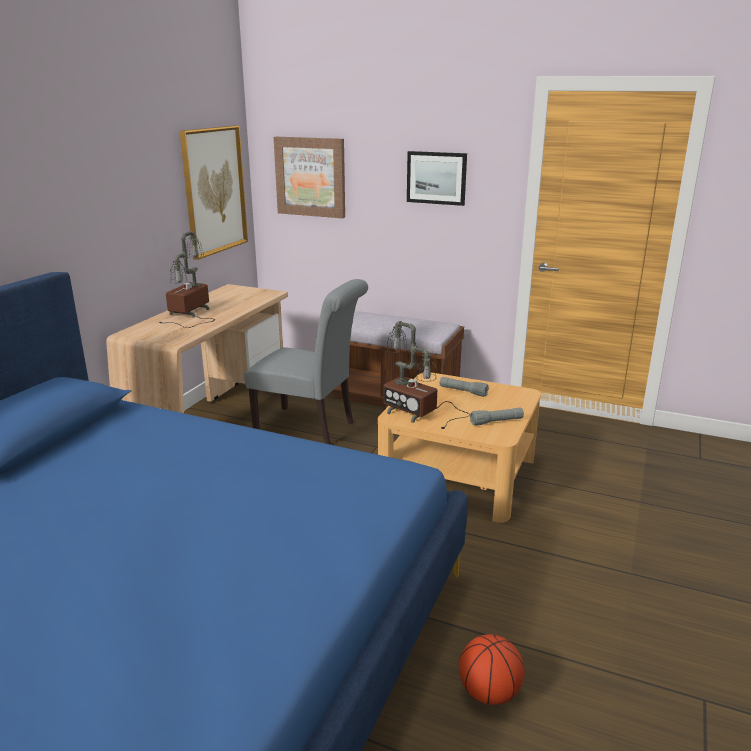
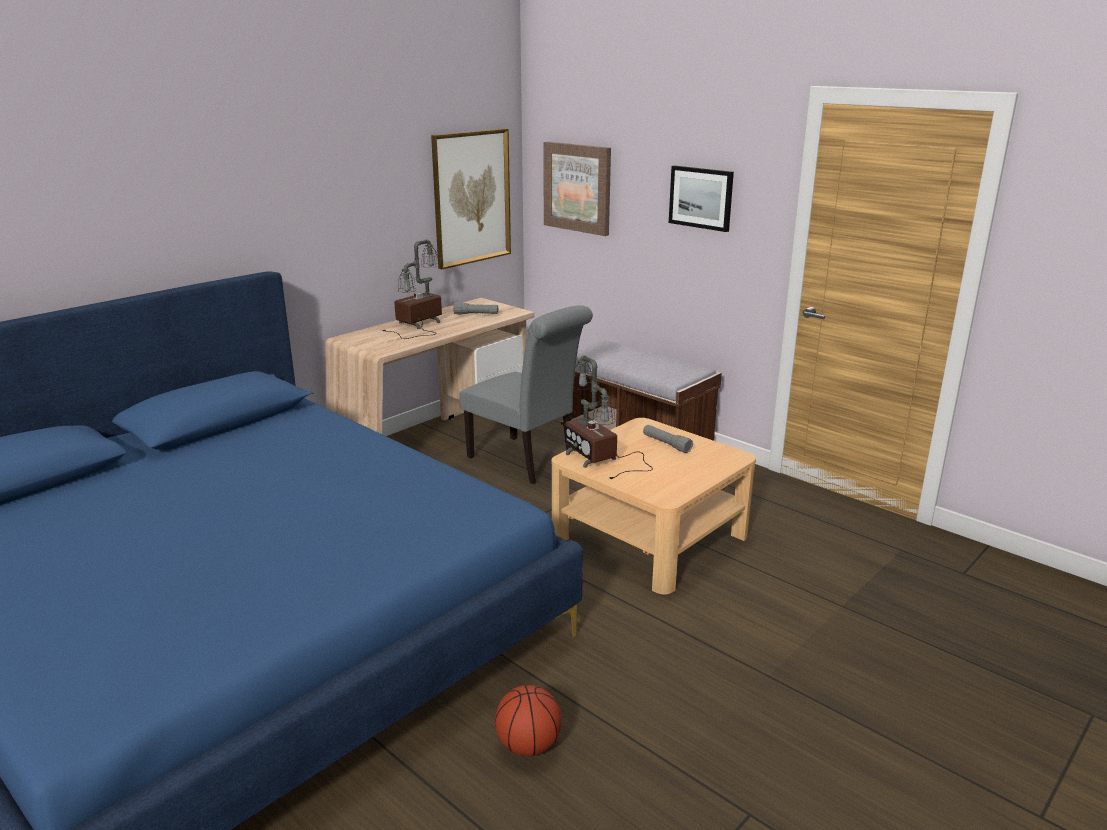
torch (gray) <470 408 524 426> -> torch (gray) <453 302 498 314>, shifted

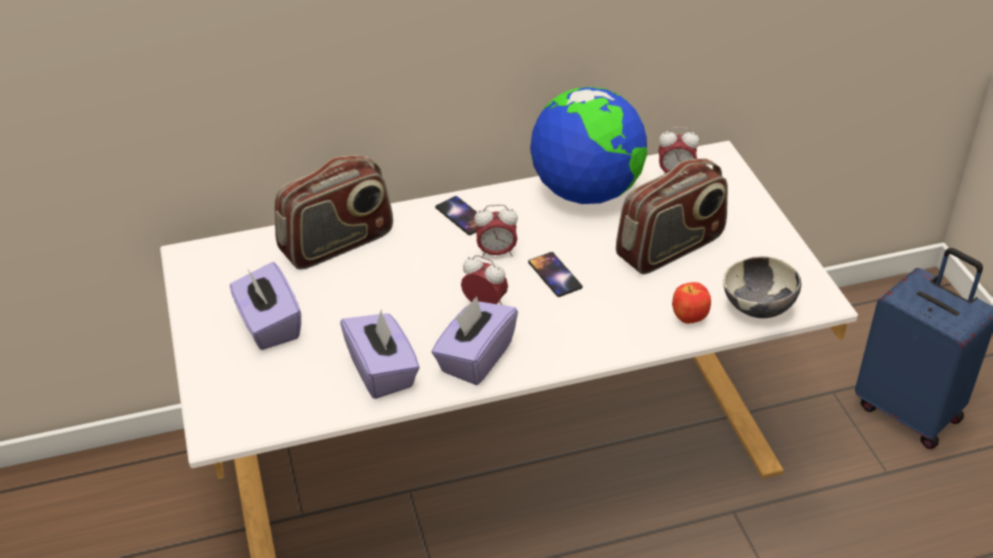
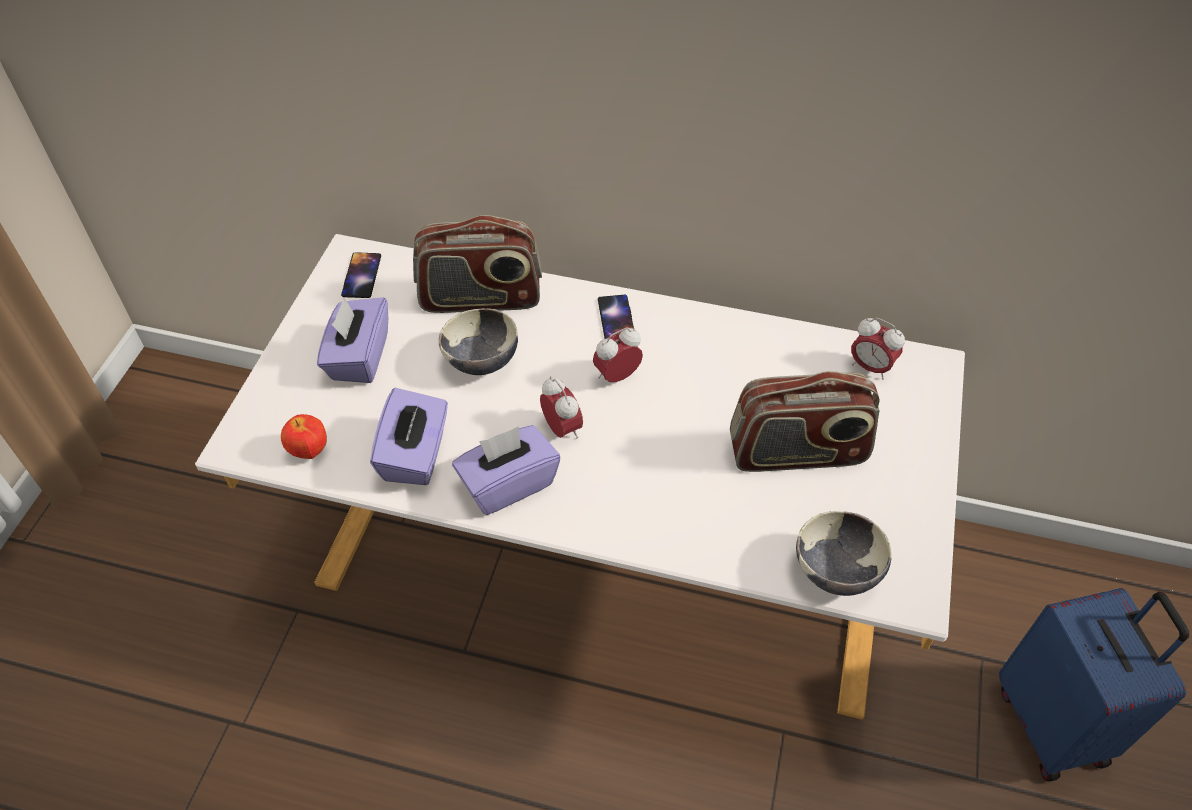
apple <672 282 711 324> -> apple <281 414 327 459>, shifted
phone <528 252 583 297> -> phone <341 252 381 298>, shifted
none -> deep dish <439 308 518 375>
table clock <474 204 518 257> -> table clock <593 328 643 382>, 120 degrees clockwise
world globe <530 87 647 204> -> none

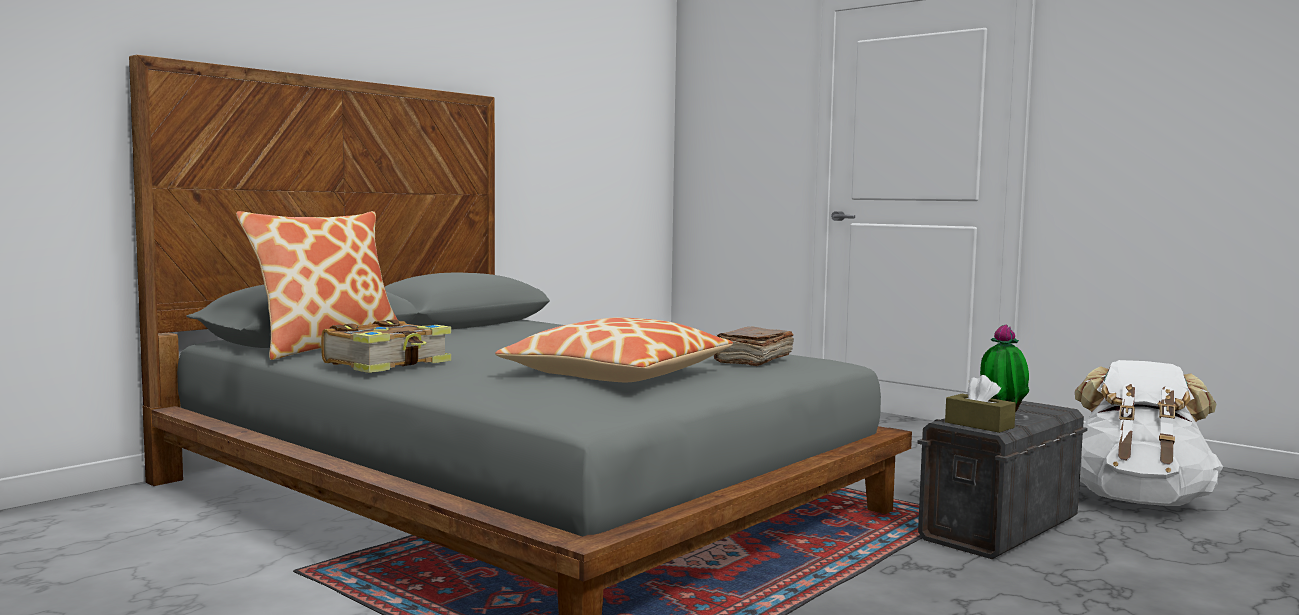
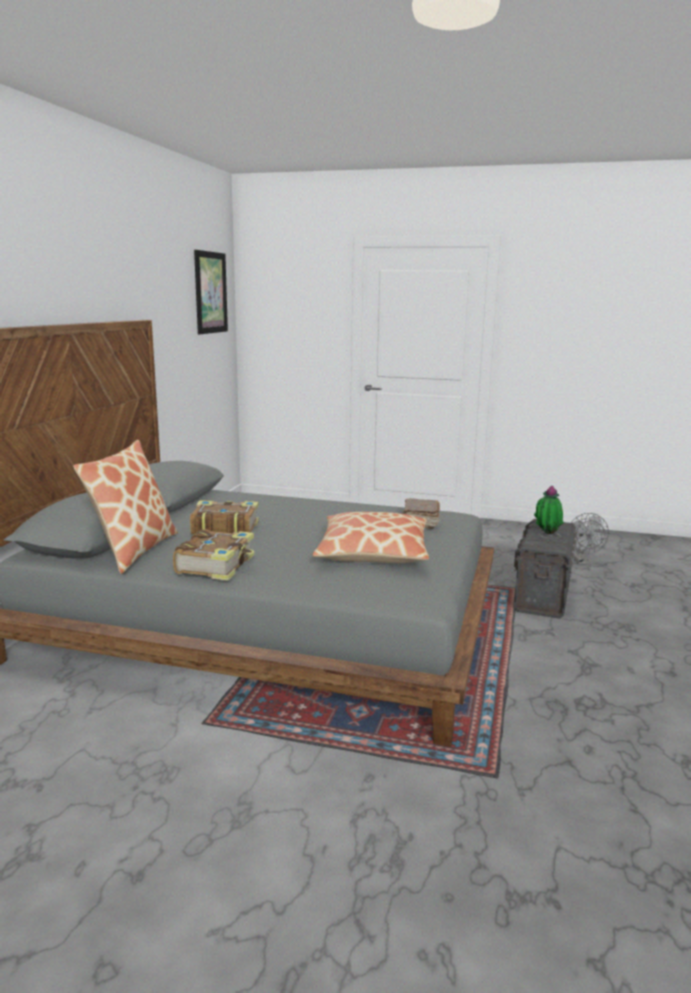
none -> bound book <190 500 259 534>
none -> picture <194 250 228 334>
knapsack (white-coloured) <1075 360 1223 506> -> fan (gray) <571 513 609 565>
box of tissues (brownish) <945 375 1016 433> -> none

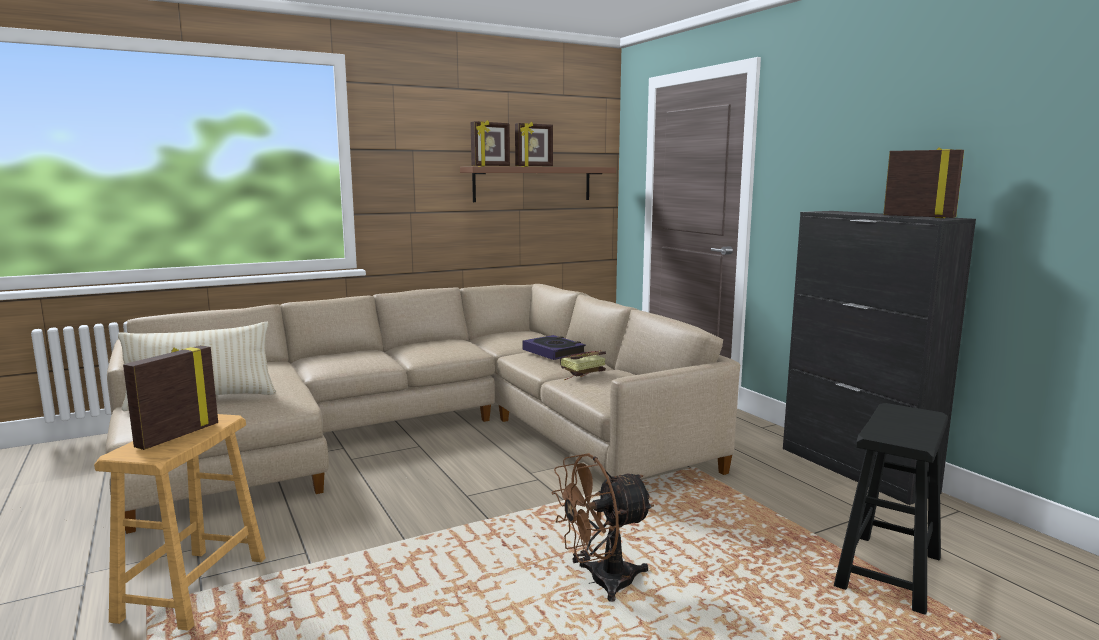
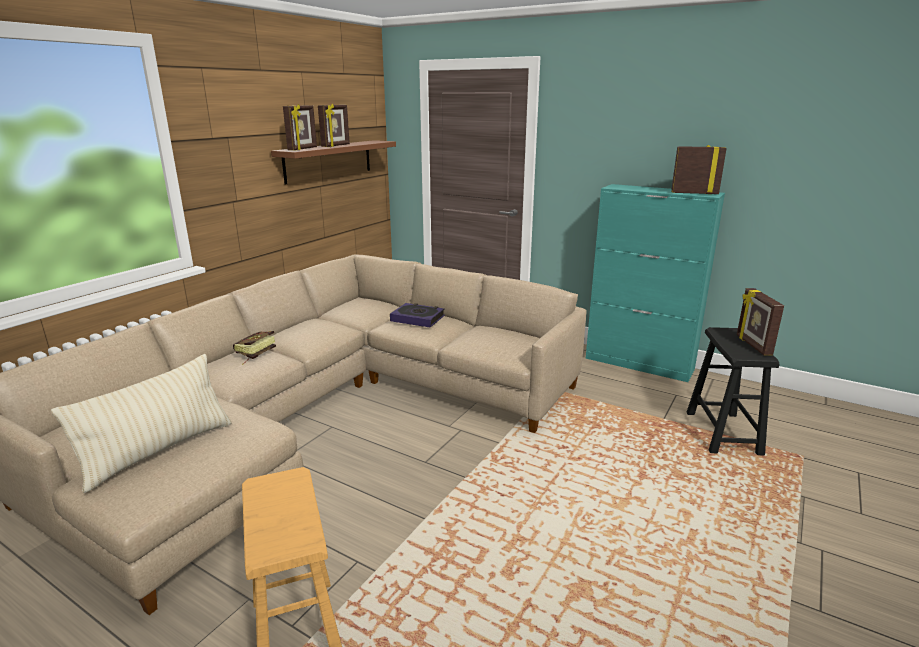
bound book <560 350 606 381> -> bound book <233 331 276 365>, shifted
cabinet (black-coloured) <783 211 976 505> -> cabinet (turquoise) <586 184 725 382>
photo frame <123 345 218 450> -> photo frame <737 288 784 356>, shifted
fan (brownish) <551 453 654 602> -> none

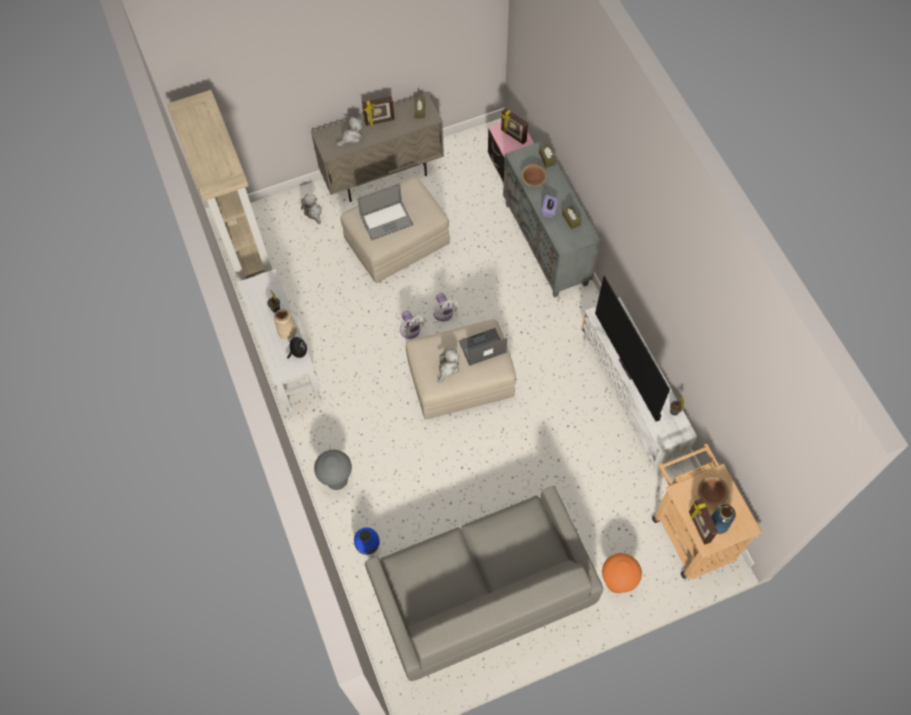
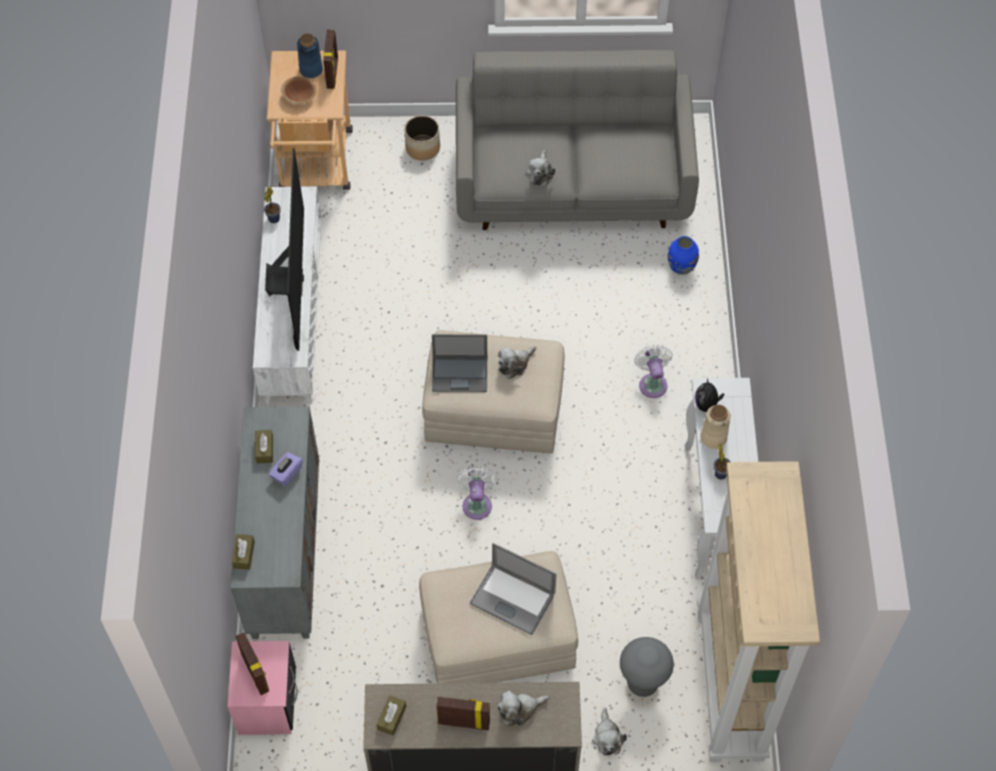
sitting stool (orangey) <602 553 642 593> -> plant pot <405 115 440 160>
laptop <357 183 413 240> -> laptop <470 543 557 635>, 150 degrees counterclockwise
none -> soft toy <526 149 555 186>
sitting stool (gray) <314 450 352 490> -> sitting stool (gray) <620 637 674 697>, shifted
fan (white-coloured) <400 311 426 339> -> fan (white-coloured) <634 345 673 398>, shifted
deep dish (brownish) <521 164 547 187> -> none

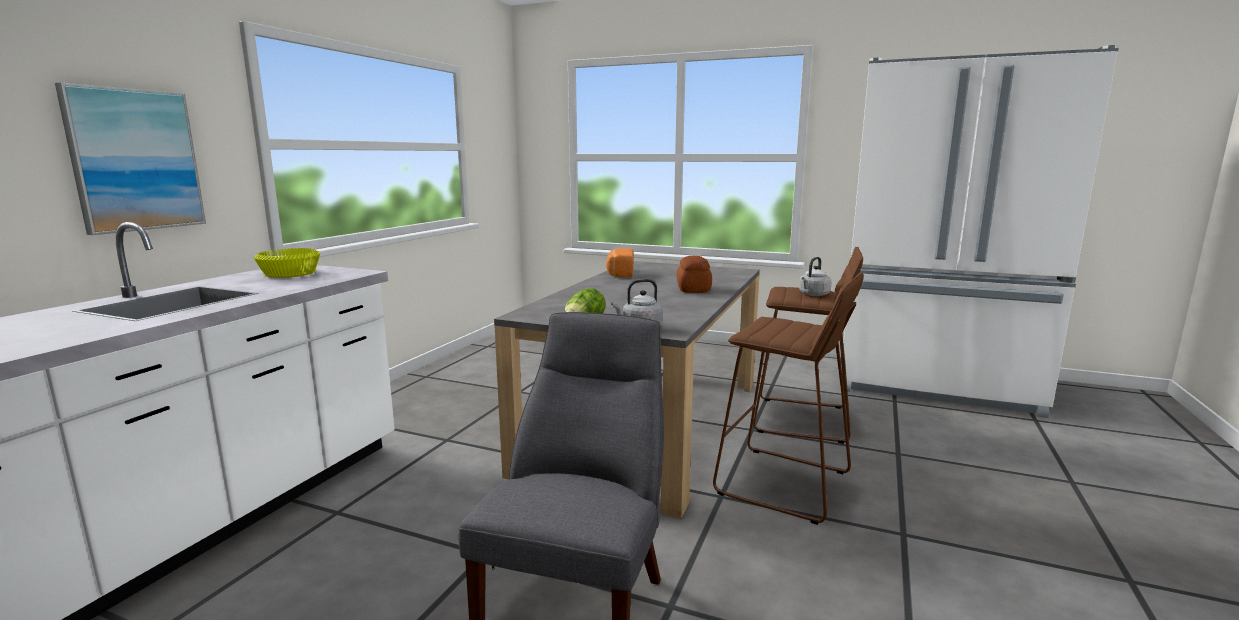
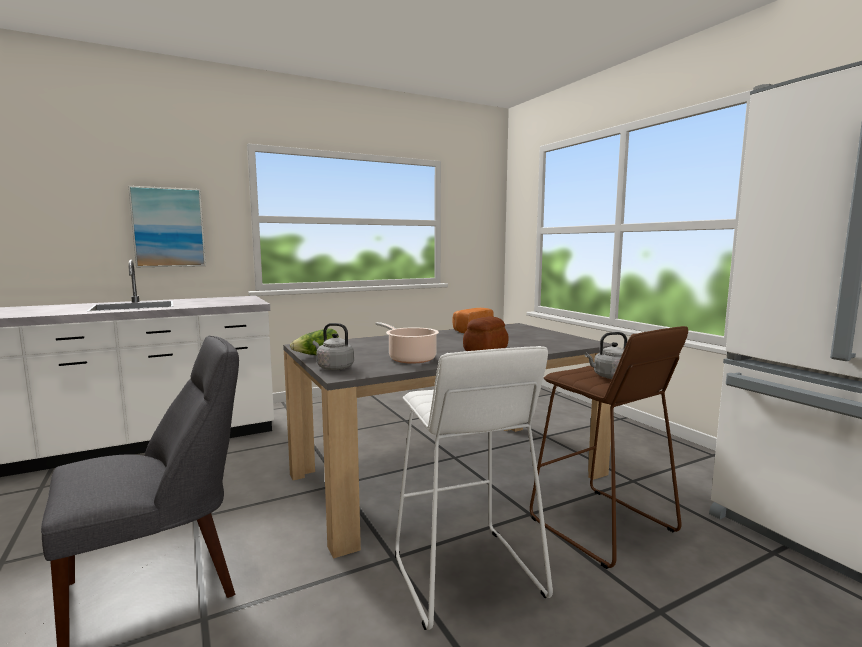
none -> saucepot <375 322 439 364>
sitting stool (brownish) <713 273 864 525> -> sitting stool (white-coloured) <395 346 553 630>
deep dish (yellowish) <254 248 320 278> -> none

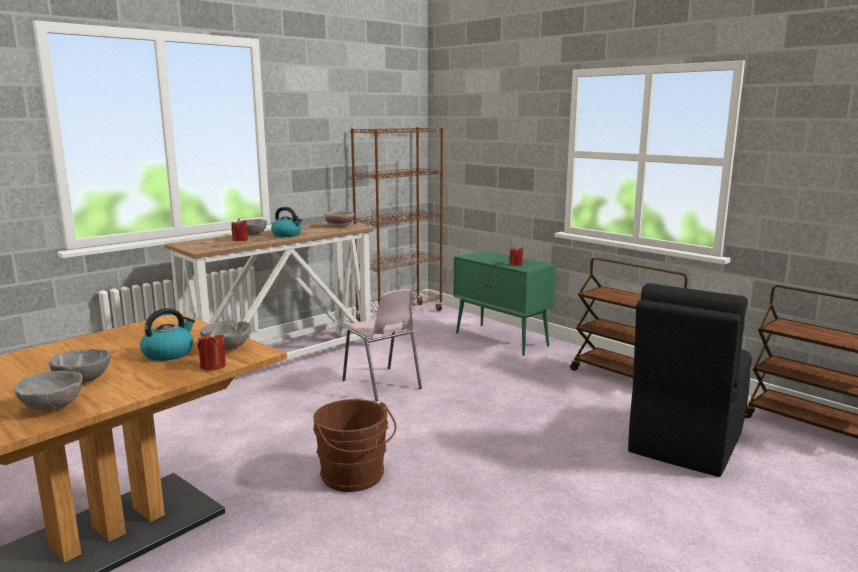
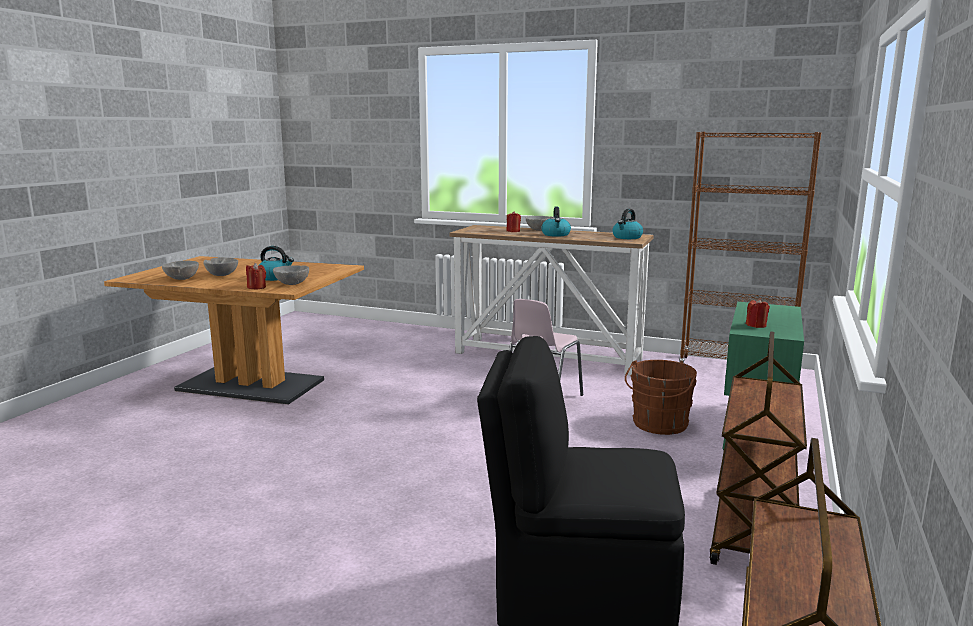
deep dish <324 211 354 227> -> tea kettle <613 209 643 239>
bucket (brownish) <313 399 397 492> -> bucket (brownish) <625 360 697 435>, shifted

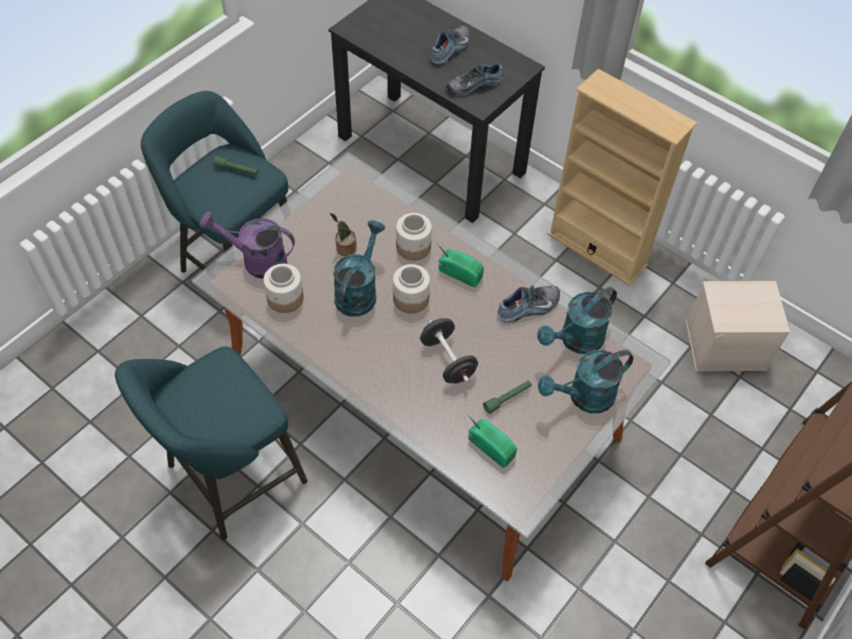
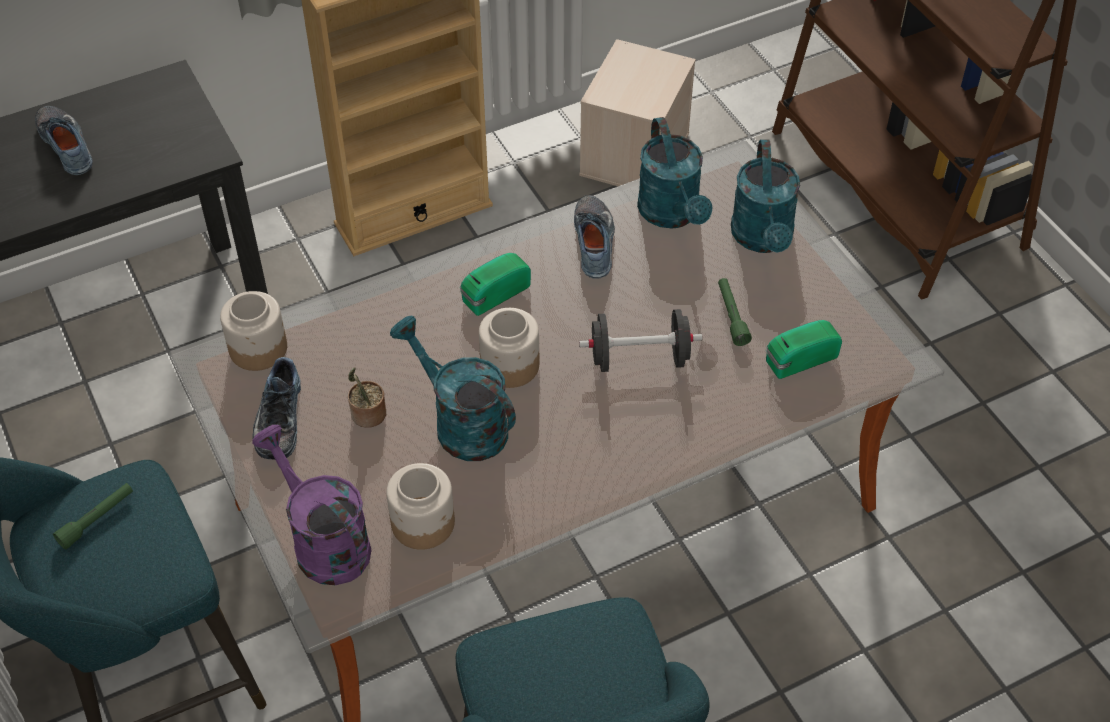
storage jar <396 213 432 261> -> storage jar <220 291 287 371>, shifted
item of footwear <447 63 503 96> -> item of footwear <252 357 301 460>, shifted
watering pot (purple) <199 211 295 279> -> watering pot (purple) <252 425 371 585>, 105 degrees clockwise

